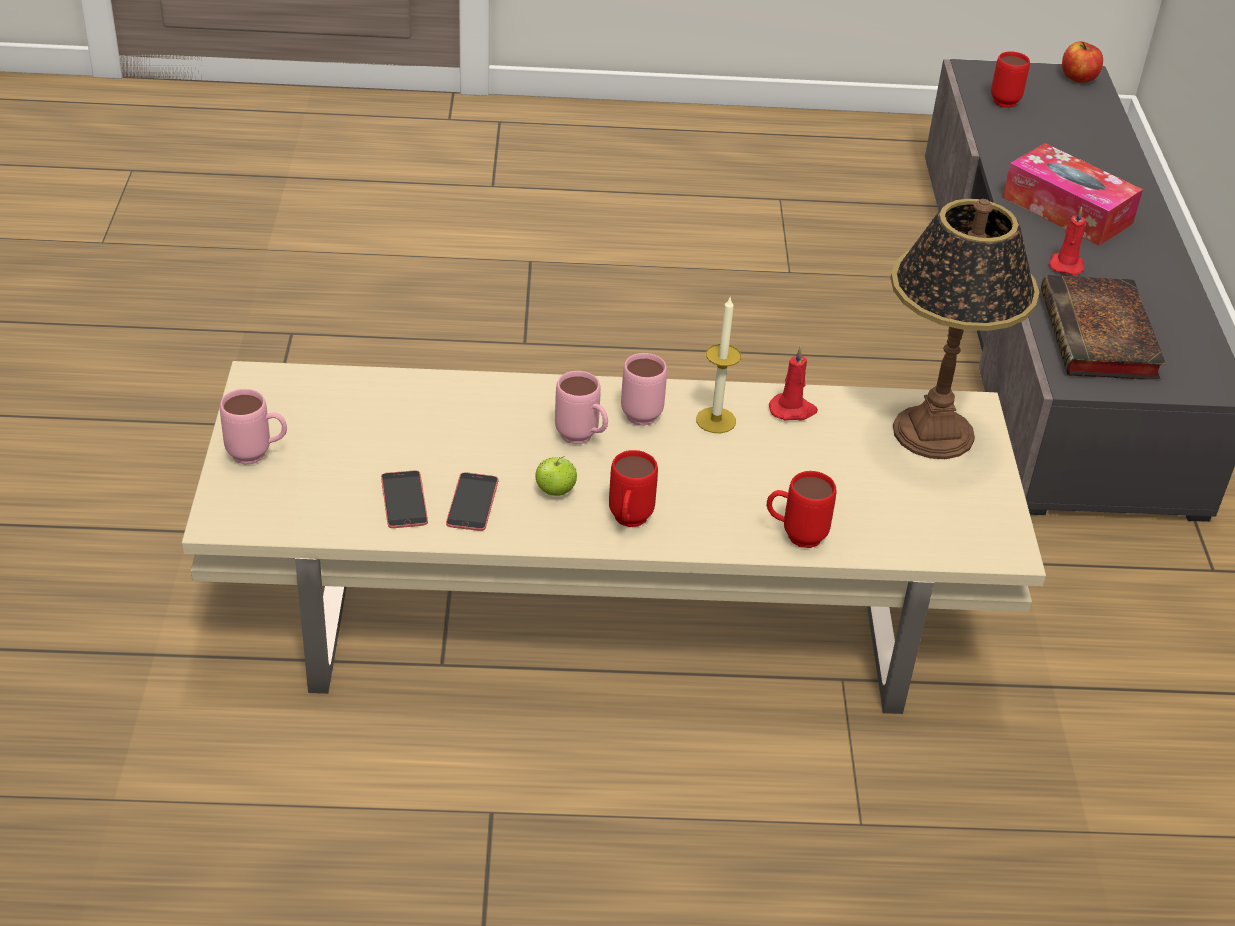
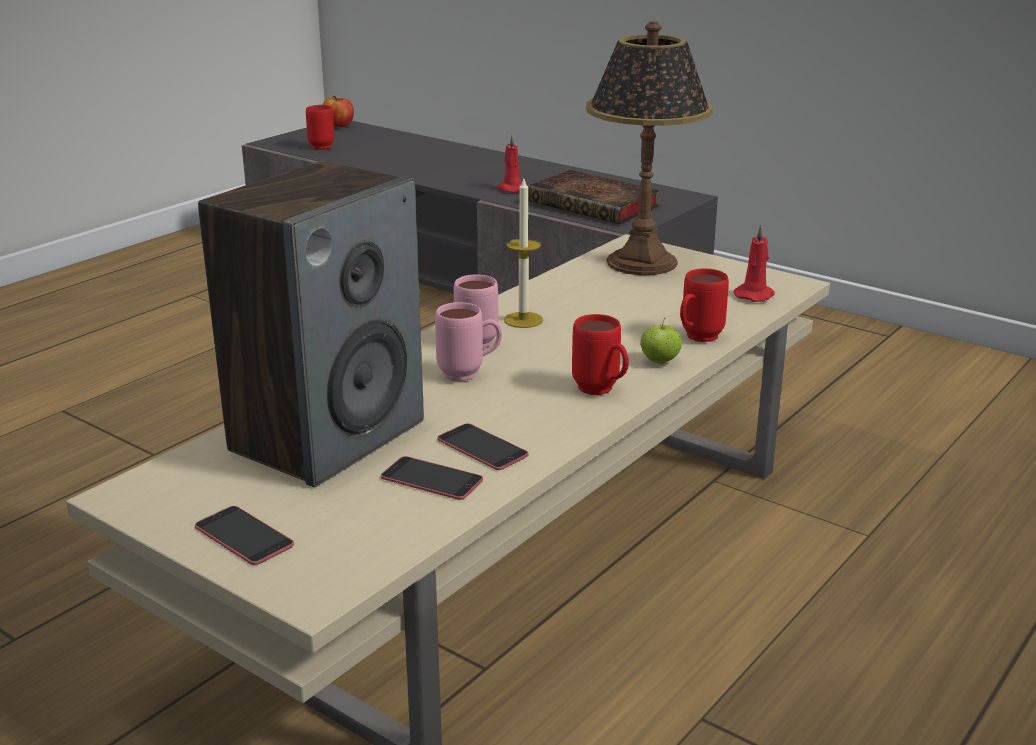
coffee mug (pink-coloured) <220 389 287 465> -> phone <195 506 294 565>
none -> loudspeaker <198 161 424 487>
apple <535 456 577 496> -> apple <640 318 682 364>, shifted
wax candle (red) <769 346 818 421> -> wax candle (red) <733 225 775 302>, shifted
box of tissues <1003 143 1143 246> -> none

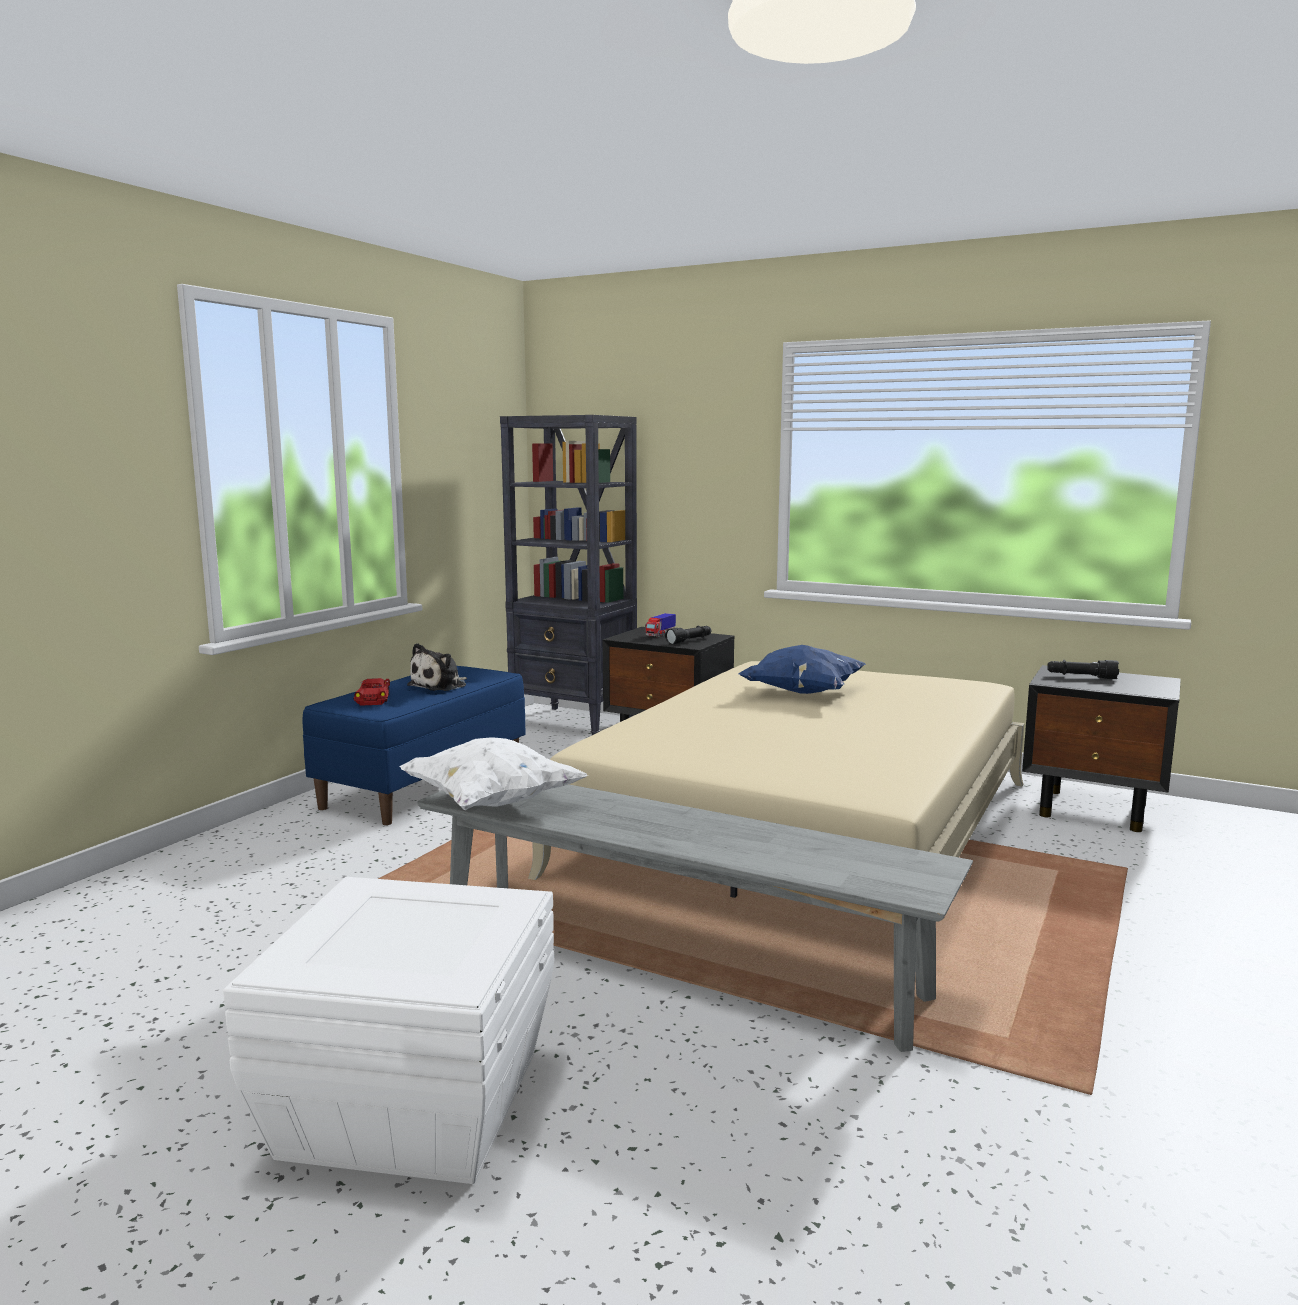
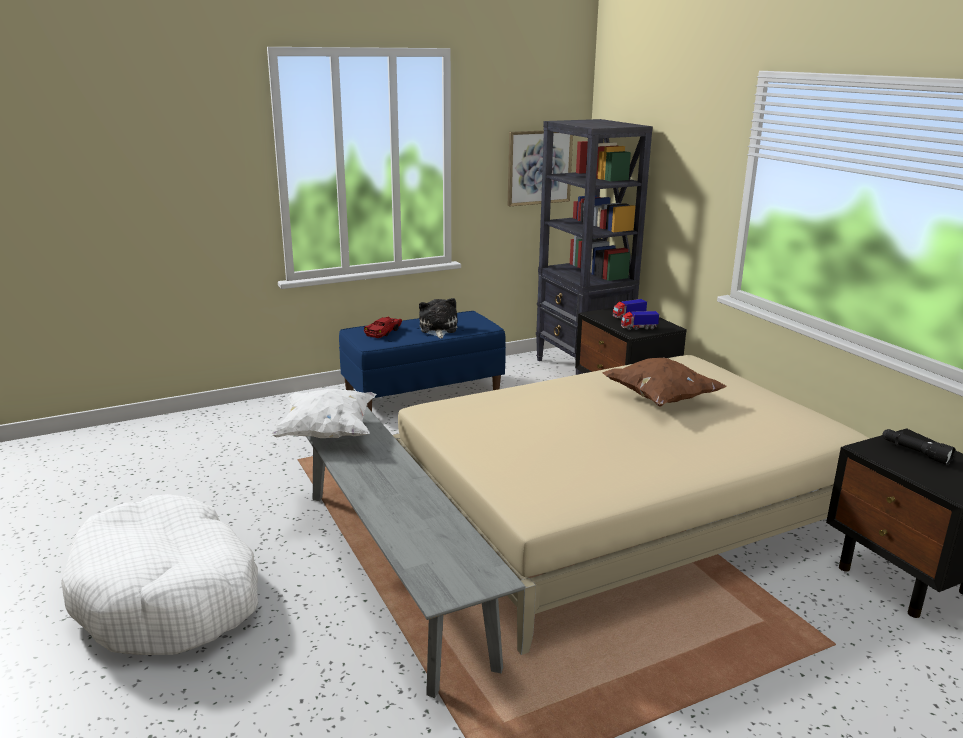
storage bin (white-coloured) <223 877 554 1184> -> dog bed (white-coloured) <61 494 258 655>
soft toy <407 643 467 691> -> soft toy <419 298 458 338>, 105 degrees clockwise
none -> picture <508 130 573 206>
throw pillow (blue-coloured) <738 645 866 694> -> throw pillow (brownish) <603 357 726 407>
torch (black-coloured) <665 626 711 645> -> model truck <621 311 659 330>

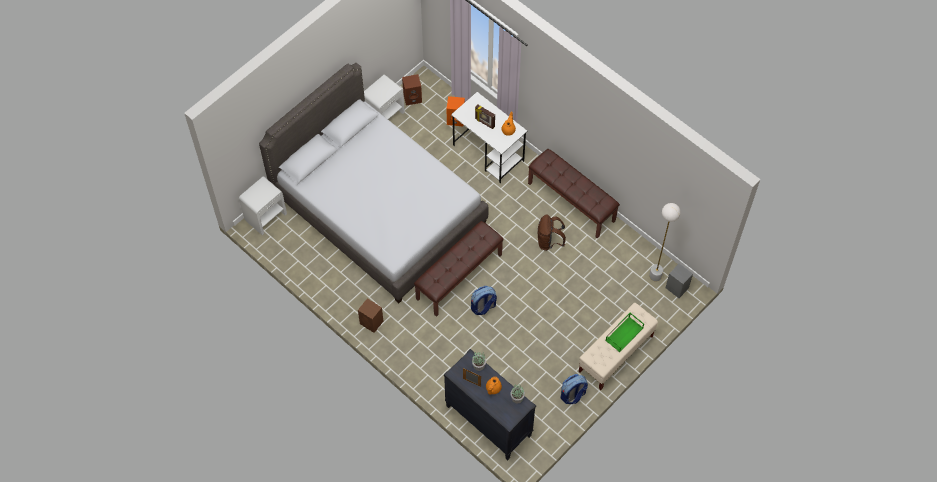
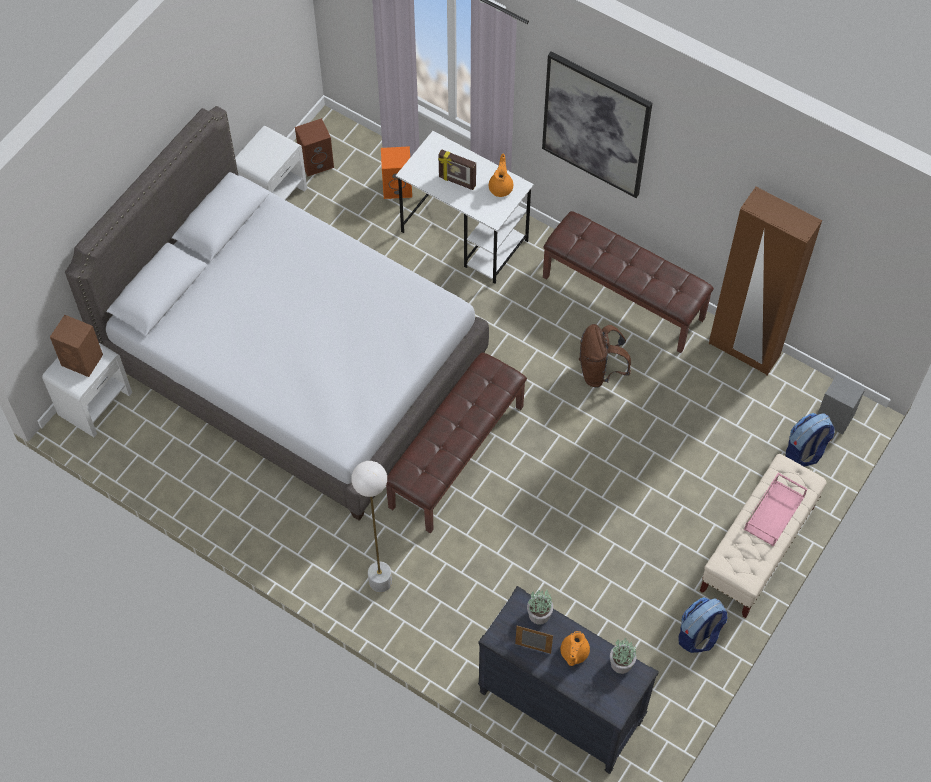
loudspeaker (brownish) <358 298 383 333> -> loudspeaker (brownish) <50 315 103 377>, shifted
standard lamp (white-coloured) <649 203 681 282> -> standard lamp (white-coloured) <351 461 392 593>, shifted
none -> picture <542 52 652 198>
none -> clothes cupboard (brownish) <709 187 822 375>
tray (green) <605 312 644 352> -> tray (pink-coloured) <744 472 807 547>
knapsack <471 286 497 315> -> knapsack <786 413 834 466>, shifted

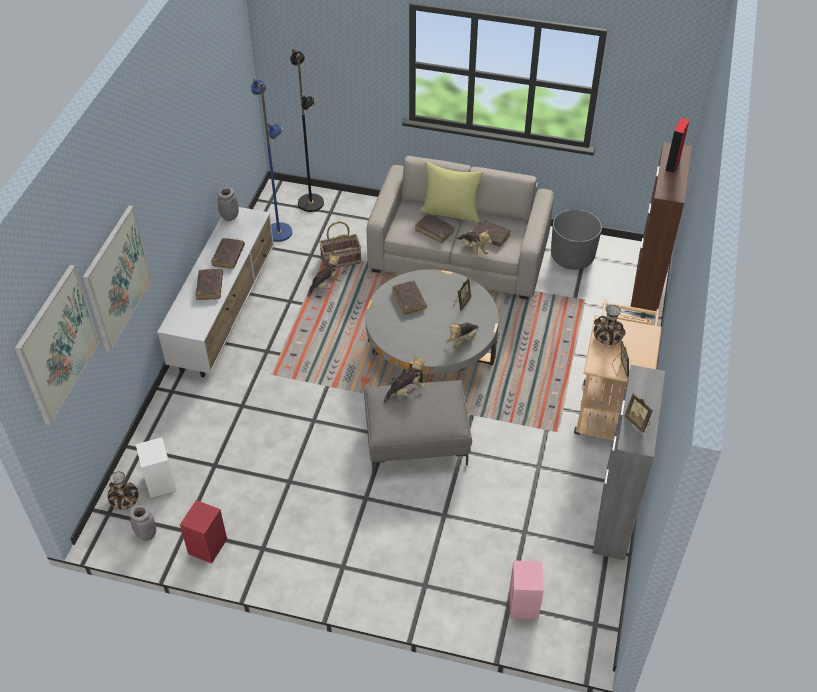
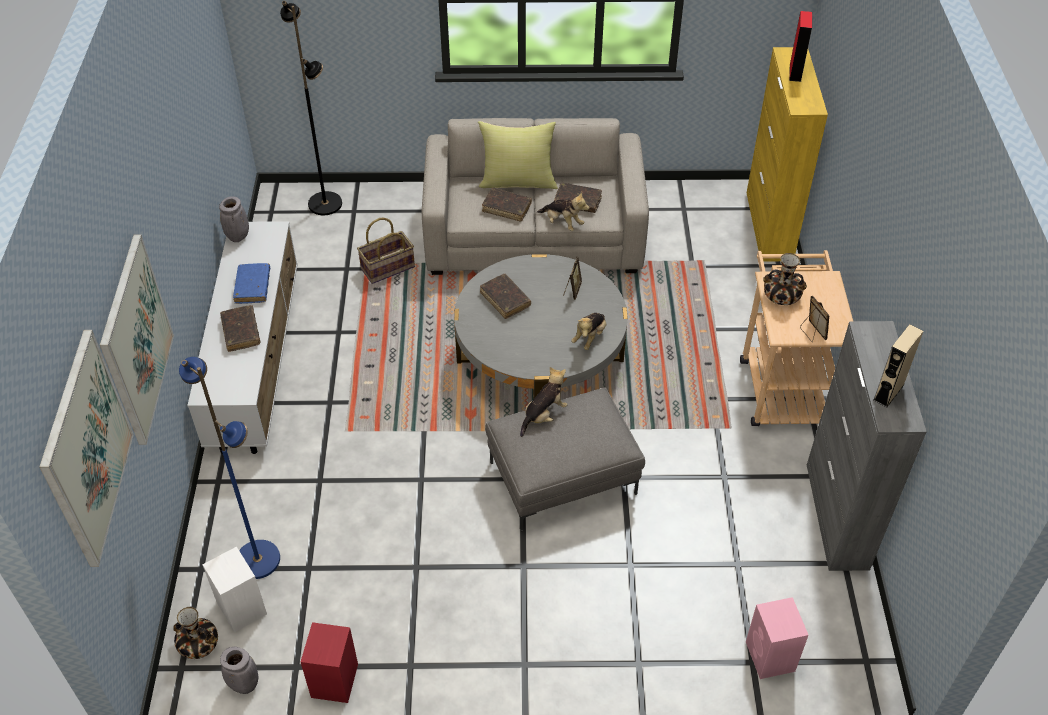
standard lamp (blue-coloured) <251 79 292 242> -> standard lamp (blue-coloured) <179 357 280 579>, shifted
bound book (brownish) <211 238 245 269> -> bound book (blue-coloured) <233 263 270 304>
cabinet (brownish) <631 142 692 311> -> cabinet (yellowish) <747 47 828 261>
photo frame <624 393 653 433> -> loudspeaker (beige) <873 324 924 407>
soft toy <308 253 341 297> -> none
plant pot (gray) <551 209 602 270> -> none

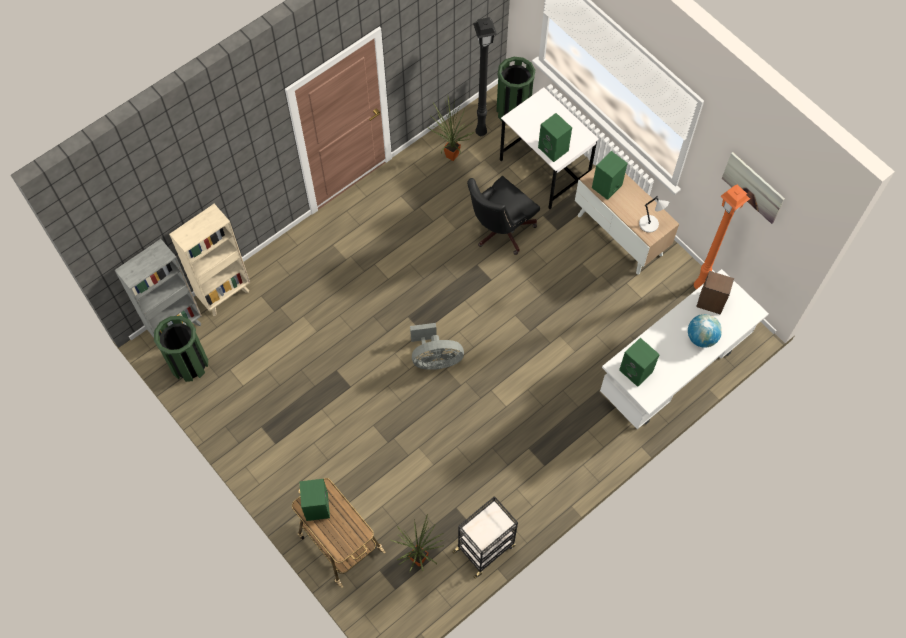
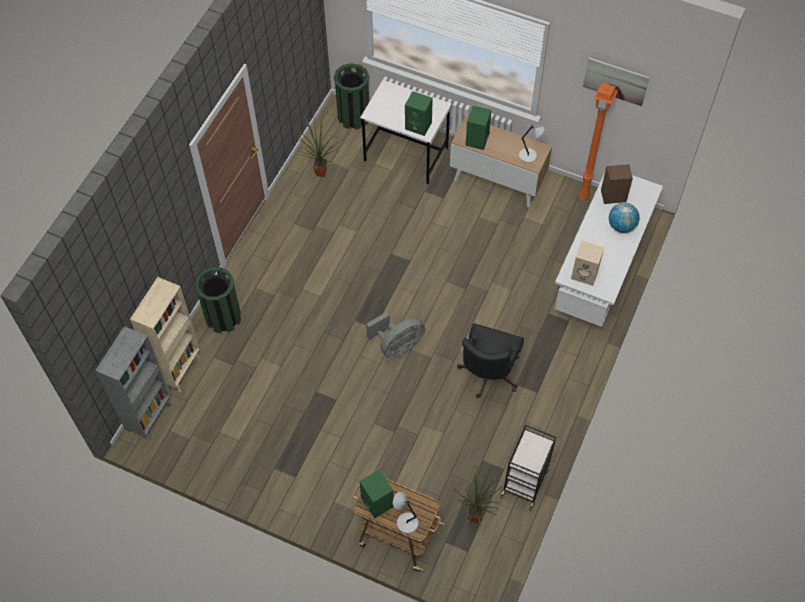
waste bin (green) <154 316 208 382> -> waste bin (green) <194 267 241 333>, shifted
none -> tabletop lamp (gray) <393 492 418 533>
desk chair (black-coloured) <467 176 540 255> -> desk chair (black-coloured) <457 323 524 398>, shifted
loudspeaker (green) <619 338 660 387> -> loudspeaker (beige) <571 240 604 286>
standard lamp (black-coloured) <473 17 497 136> -> none

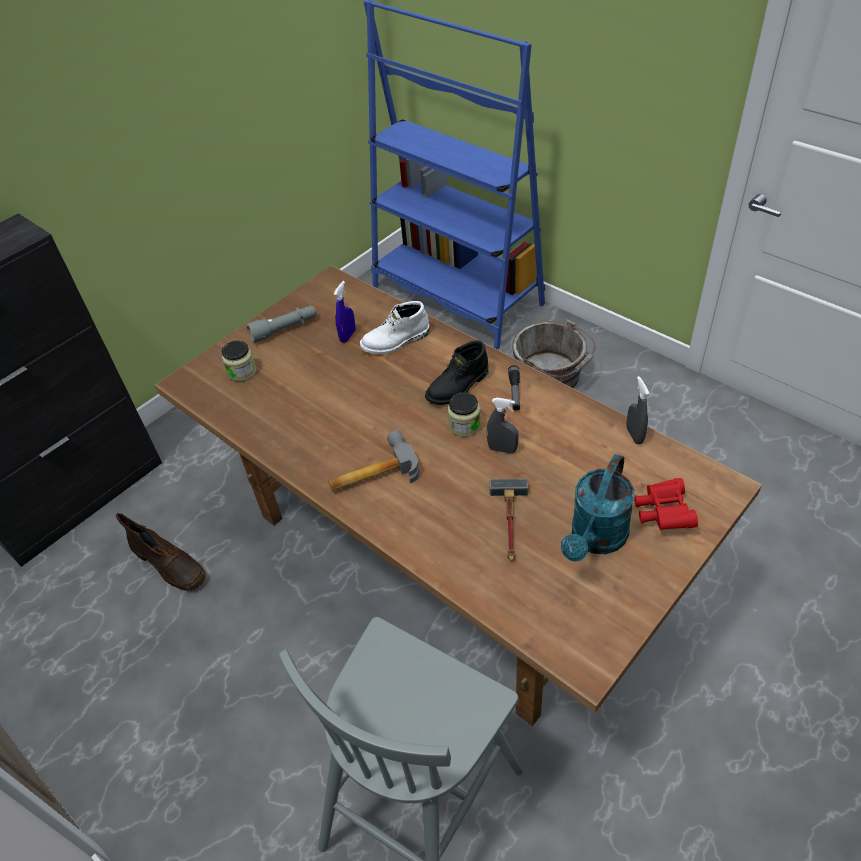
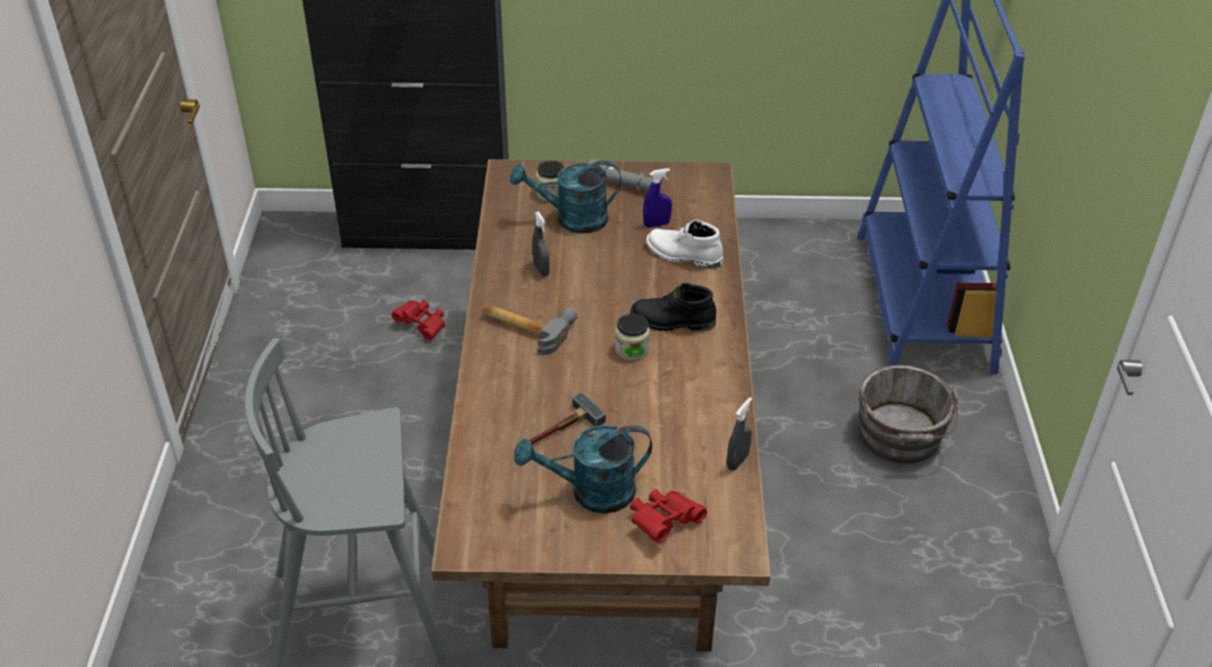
high-top boot (brownish) <116 513 206 591> -> pair of binoculars (red) <392 300 445 340>
none -> watering pot (turquoise) <510 161 621 234>
spray bottle (gray) <487 398 519 453> -> spray bottle (gray) <532 212 550 276>, shifted
torch <508 365 520 411> -> none

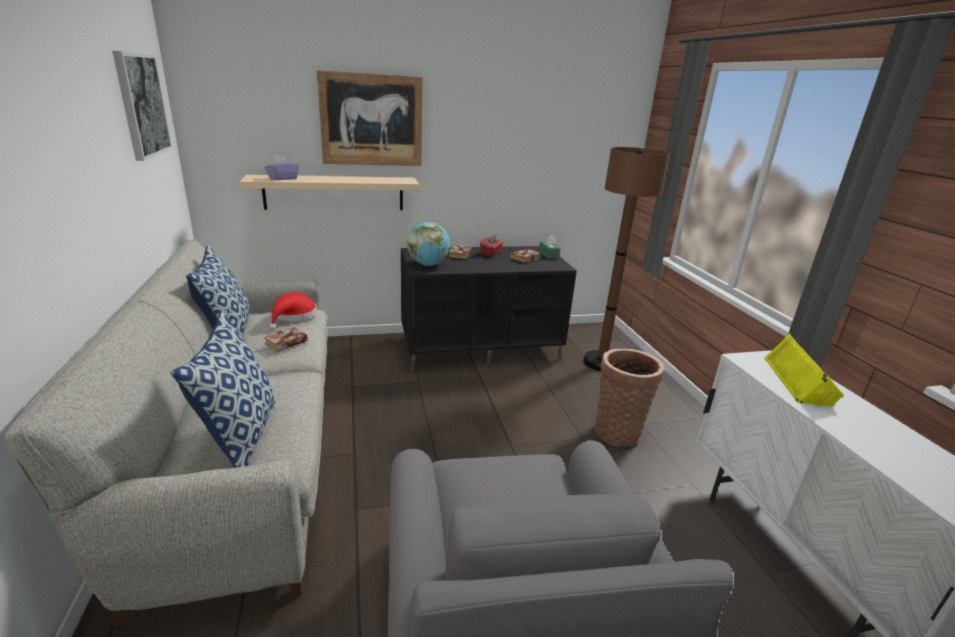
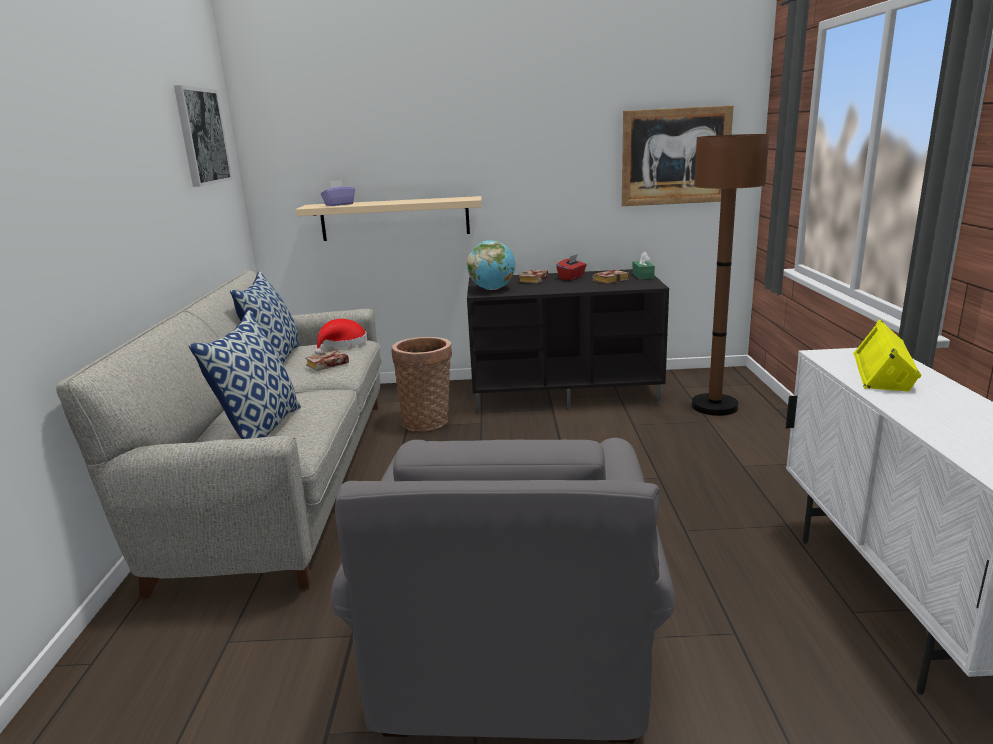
household basket <595 349 664 447> -> household basket <391 337 452 432>, shifted
picture <317 70 423 166> -> picture <622 105 734 206>, shifted

